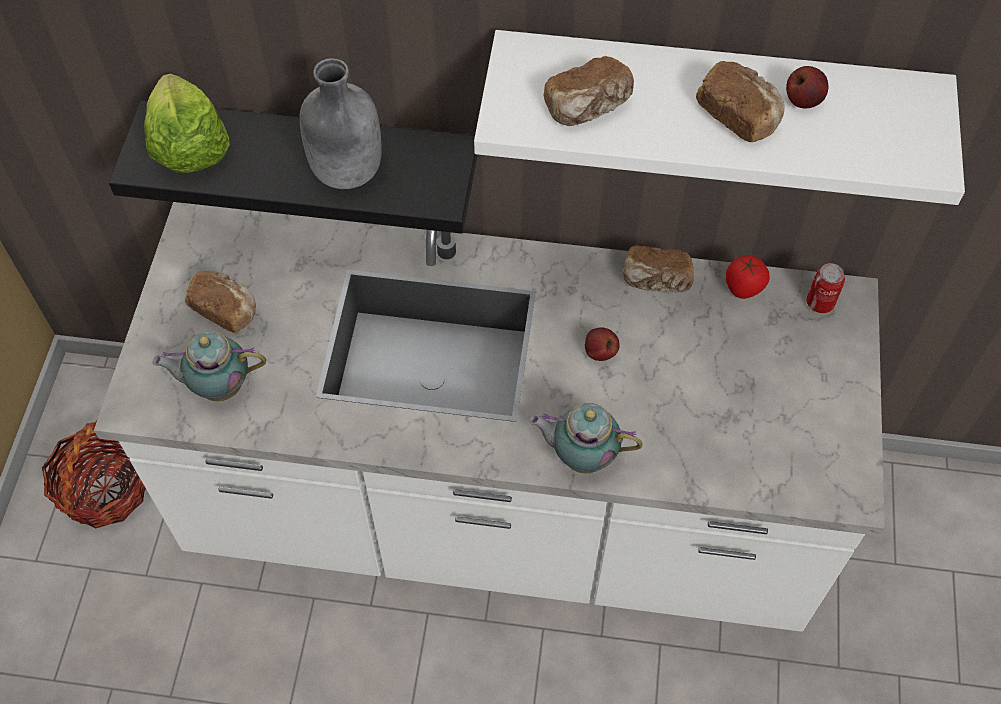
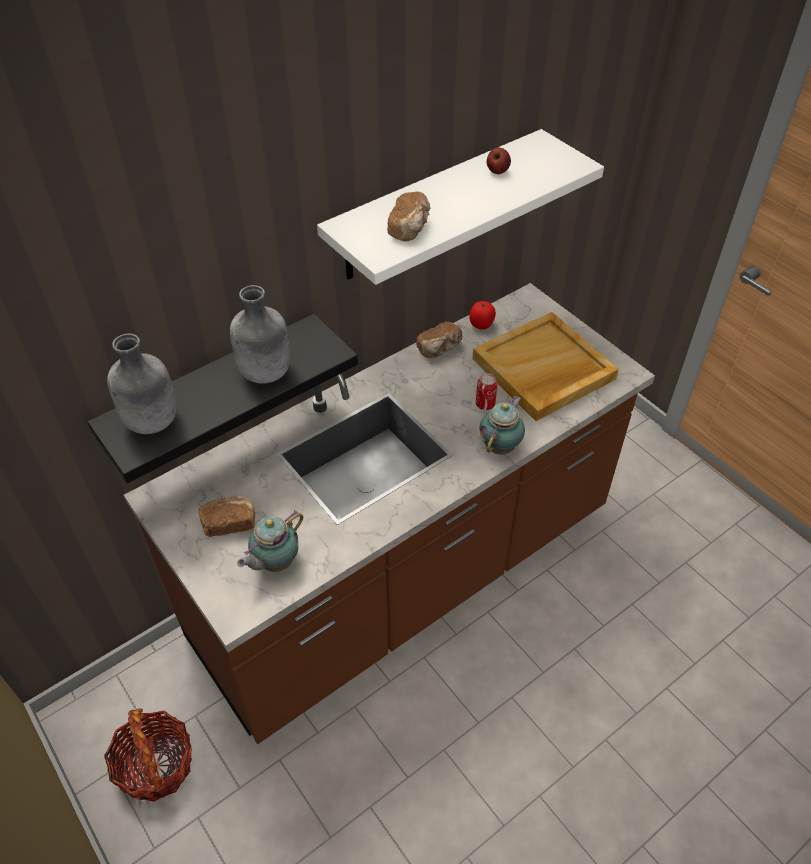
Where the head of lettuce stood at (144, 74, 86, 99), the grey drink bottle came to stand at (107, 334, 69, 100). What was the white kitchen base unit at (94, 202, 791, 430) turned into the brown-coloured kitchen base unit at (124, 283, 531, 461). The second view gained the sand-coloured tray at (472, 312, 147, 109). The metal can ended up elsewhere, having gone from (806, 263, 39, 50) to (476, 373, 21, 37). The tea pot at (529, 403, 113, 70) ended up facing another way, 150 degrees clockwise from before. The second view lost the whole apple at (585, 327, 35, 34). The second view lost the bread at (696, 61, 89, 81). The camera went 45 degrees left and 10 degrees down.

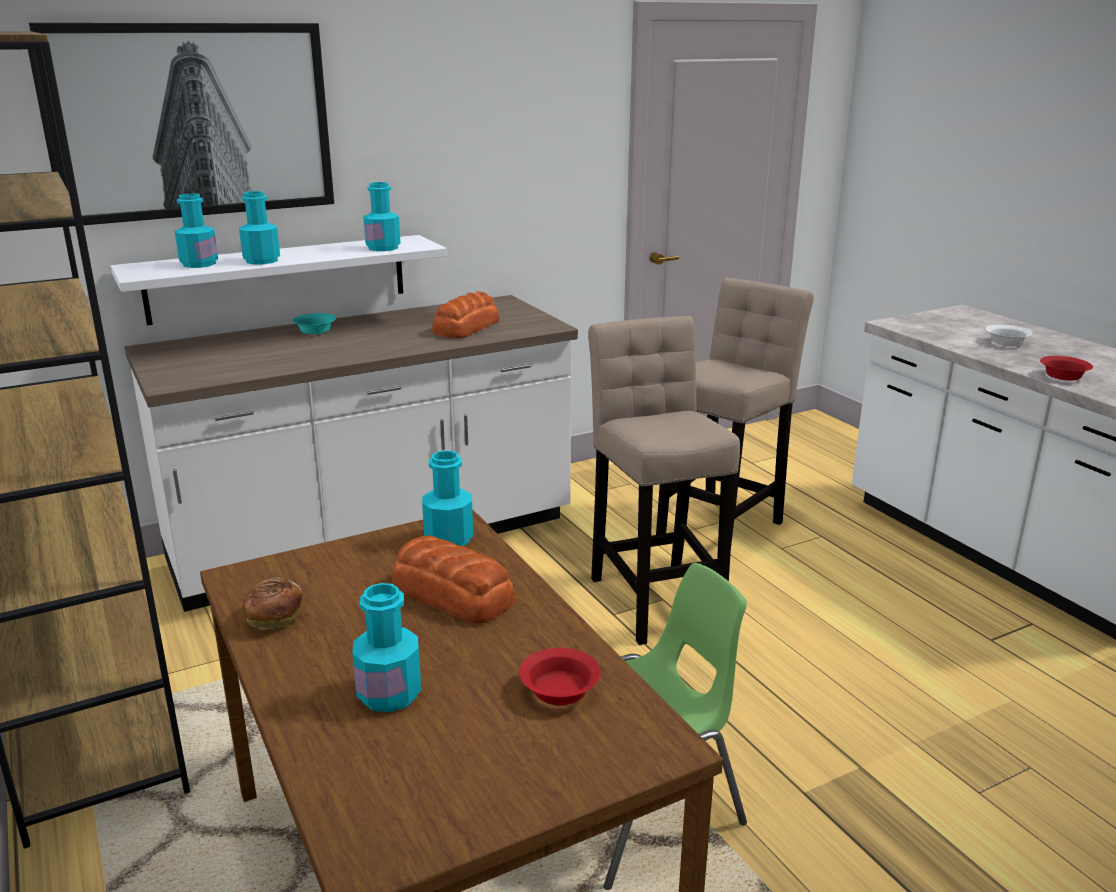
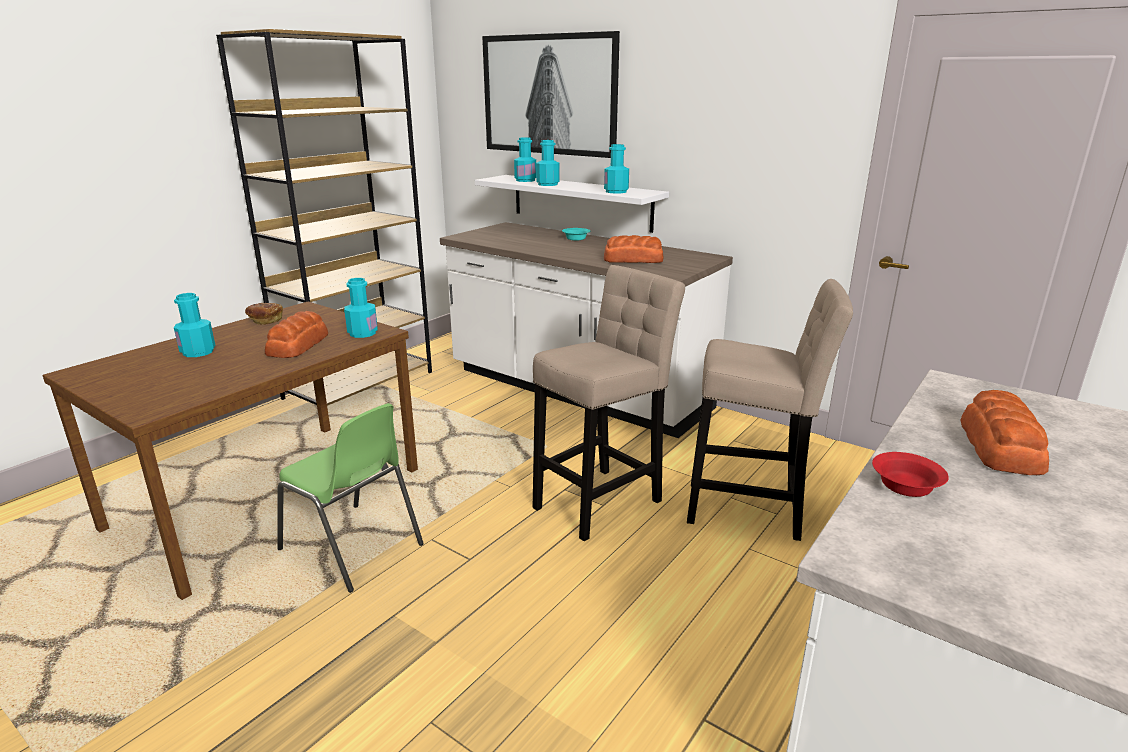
Where the white deep dish stood at (986, 325, 47, 21), the bread came to stand at (960, 390, 89, 85). The second view lost the red deep dish at (519, 648, 82, 57). The camera went 65 degrees right and 0 degrees up.

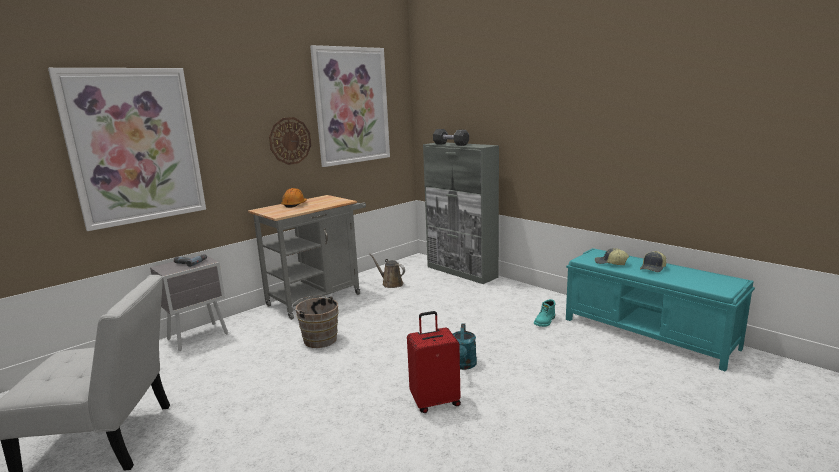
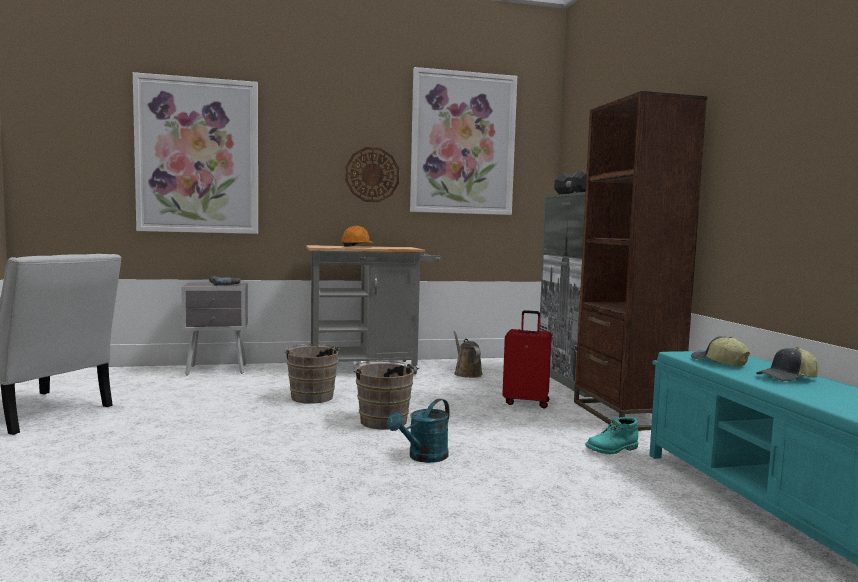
The second view gained the brown-coloured bucket at (353, 361, 61, 68). The red suitcase ended up elsewhere, having gone from (407, 311, 54, 102) to (502, 310, 50, 98). The second view gained the brown-coloured shelving unit at (574, 91, 133, 340). The camera went 30 degrees right and 10 degrees down.

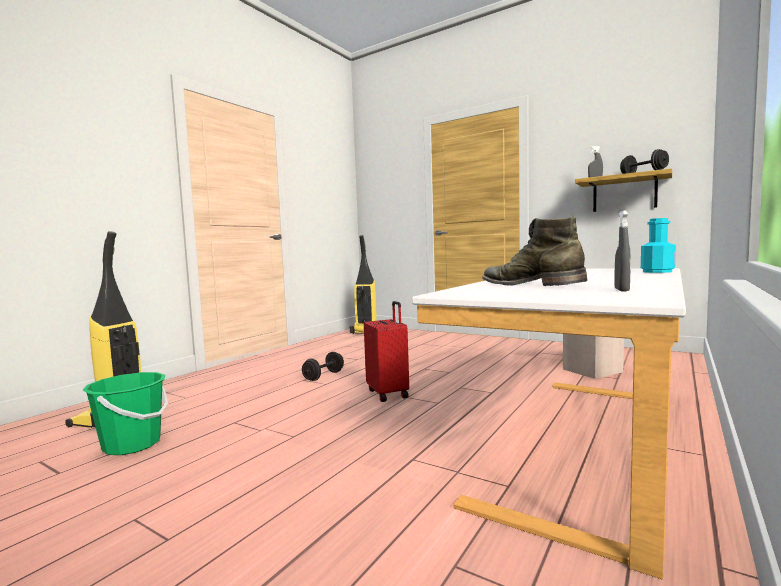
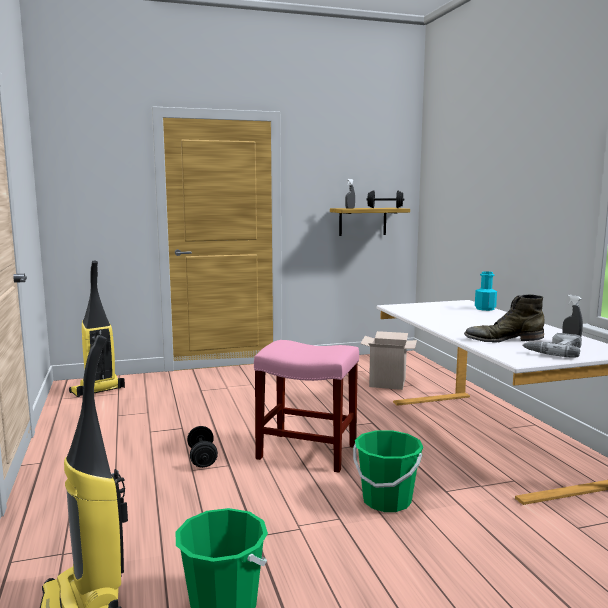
Where the red suitcase stood at (364, 301, 45, 101), the pink stool came to stand at (254, 340, 105, 133). The second view gained the greenish bucket at (353, 430, 71, 82). The second view gained the power drill at (523, 333, 59, 24). The camera went 50 degrees left and 5 degrees up.

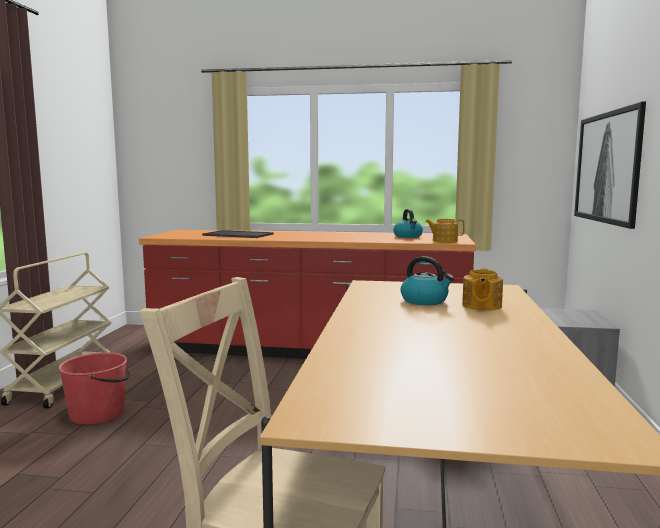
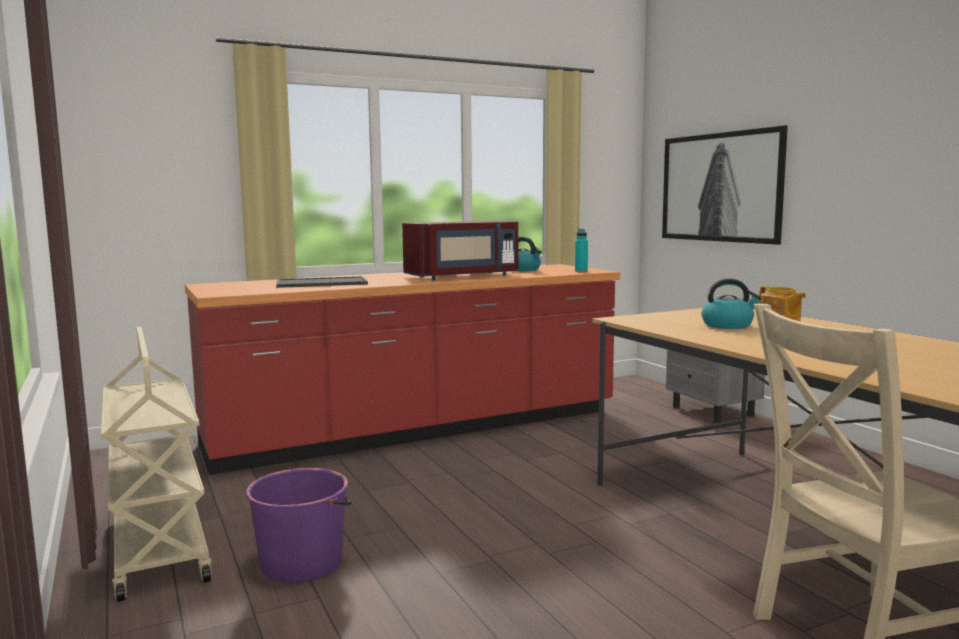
What was the red bucket at (58, 352, 72, 73) turned into the purple bucket at (246, 468, 106, 115). The second view gained the red kitchen microwave at (402, 221, 116, 59). Where the tea pot stood at (425, 219, 40, 24), the blue-green drink bottle came to stand at (575, 229, 13, 43). The camera went 35 degrees left and 0 degrees up.

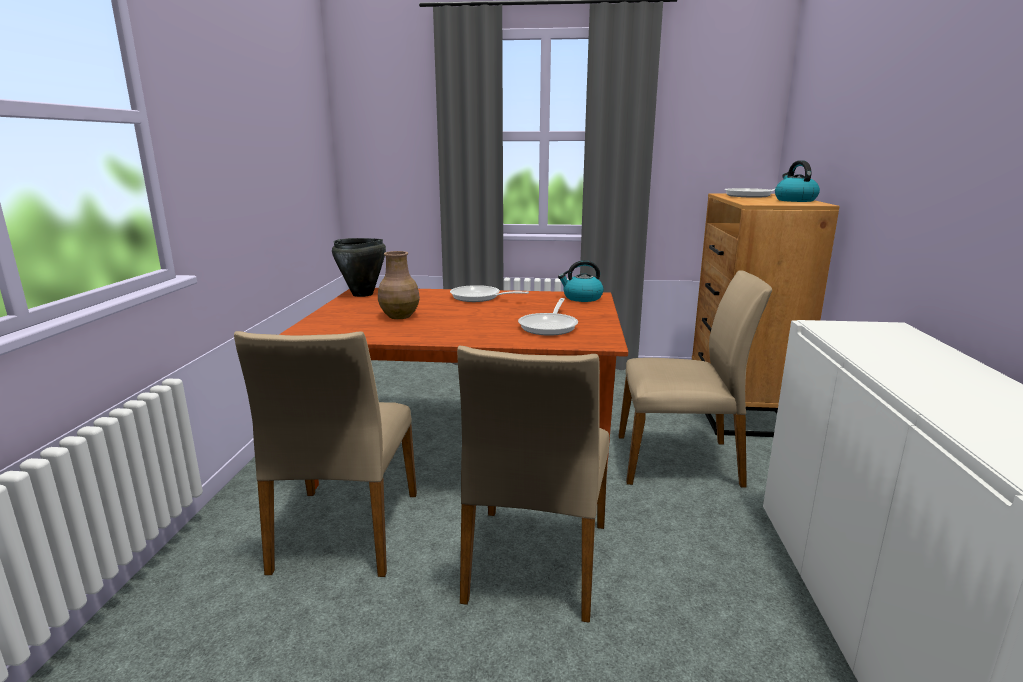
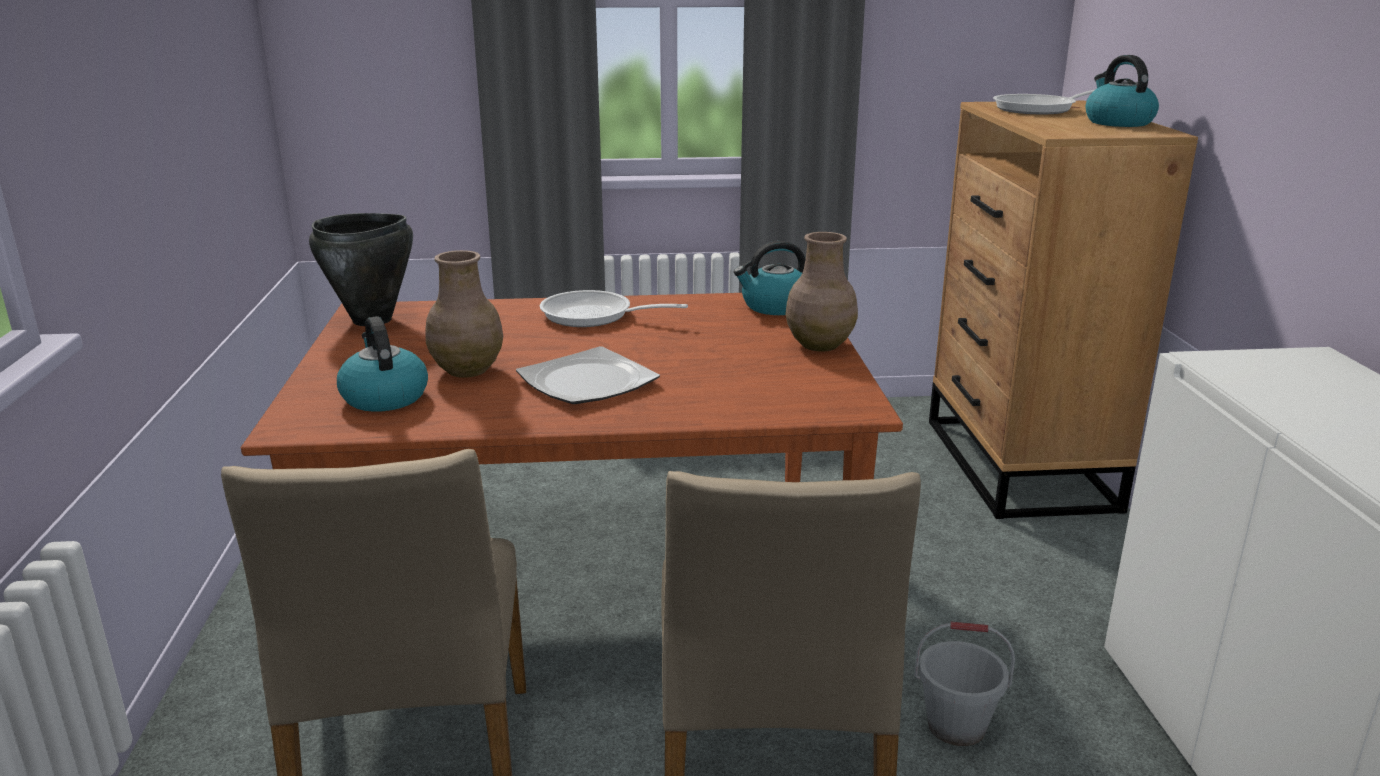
The second view gained the water kettle at (337, 316, 91, 96). The second view gained the dinner plate at (516, 346, 144, 58). The second view gained the brown-coloured decorative vase at (786, 232, 72, 119). The second view gained the grey bucket at (914, 622, 101, 124). The second view lost the skillet at (518, 298, 60, 38). The second view lost the sand-coloured plain chair at (619, 270, 153, 218). The camera went 10 degrees left and 5 degrees up.

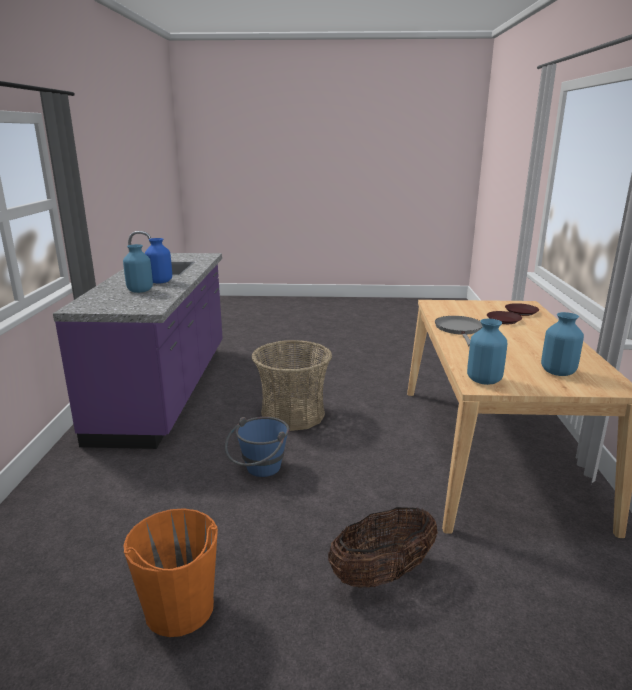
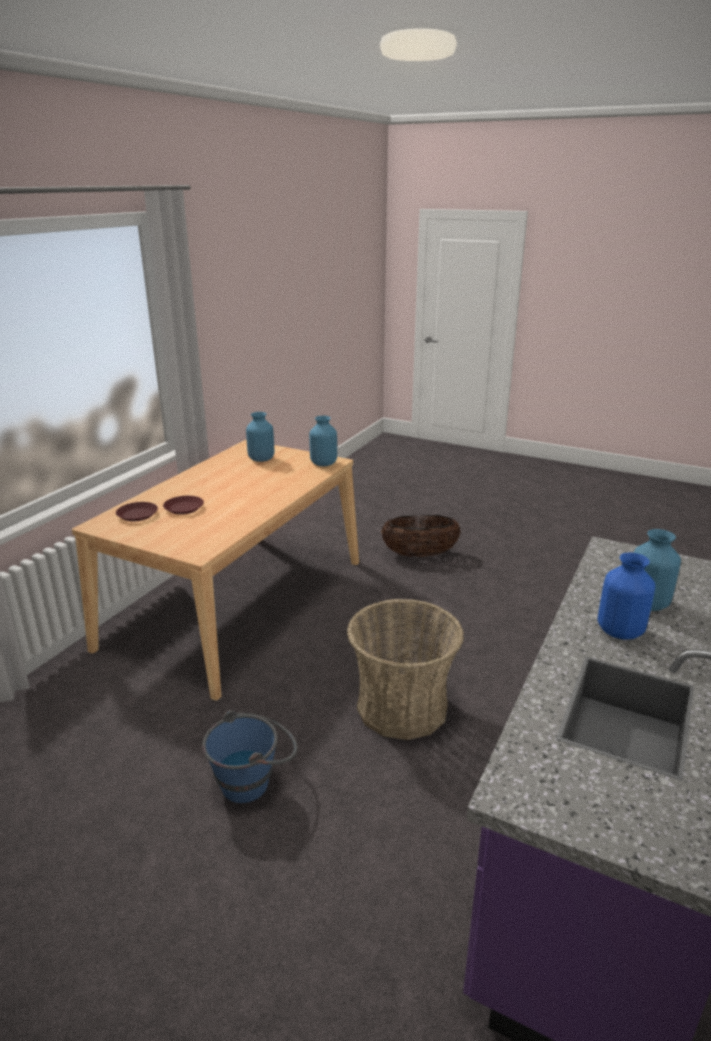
The blue bucket ended up elsewhere, having gone from (225, 417, 64, 60) to (202, 710, 96, 93). The second view lost the orangey bucket at (123, 508, 95, 129). The second view lost the grey skillet at (435, 316, 47, 30). The camera went 155 degrees left and 5 degrees up.

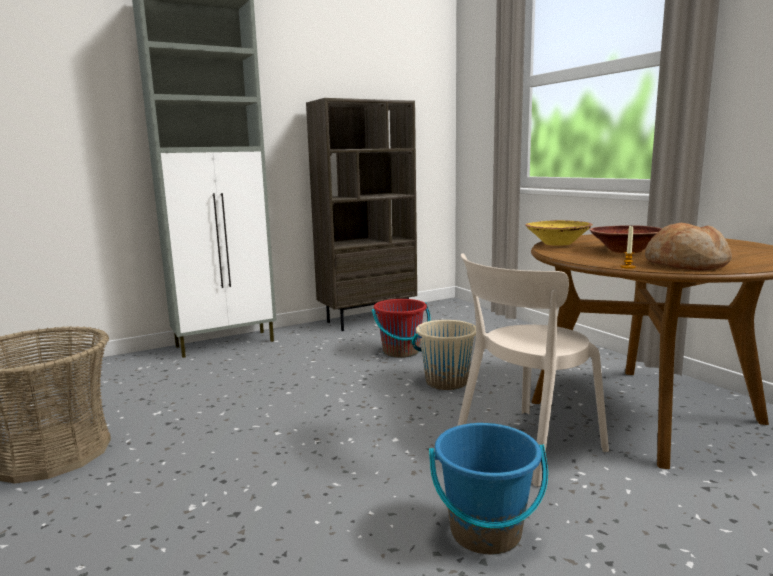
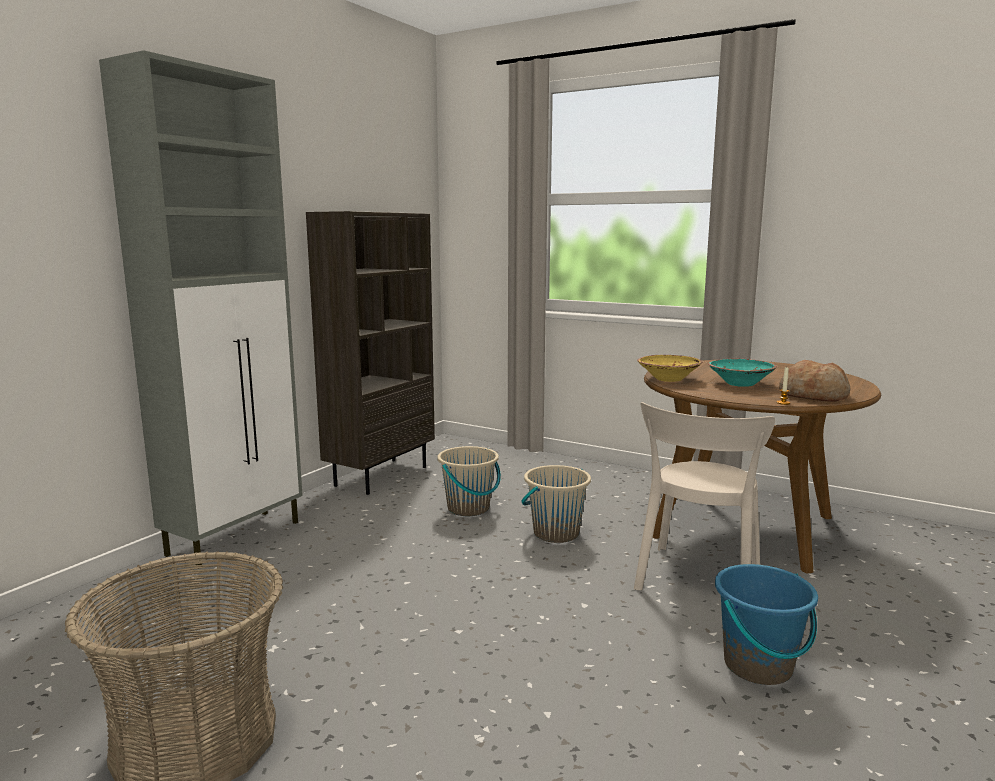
What was the red bucket at (372, 299, 58, 59) turned into the sand-coloured bucket at (437, 446, 64, 70). What was the brown-coloured deep dish at (589, 225, 74, 28) turned into the blue-green deep dish at (708, 359, 69, 28). The camera went 30 degrees left and 0 degrees up.

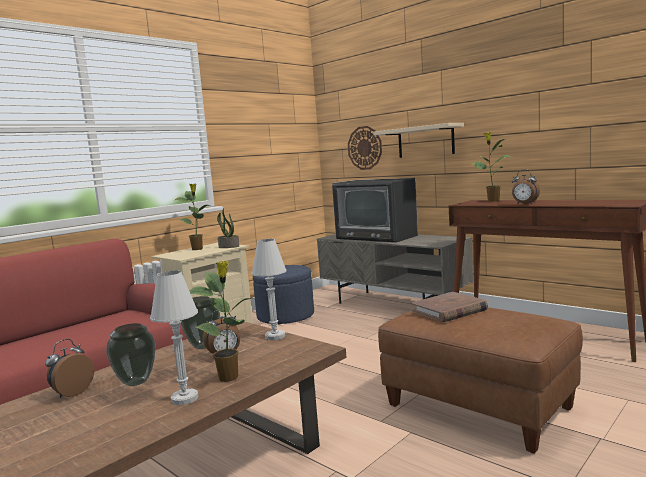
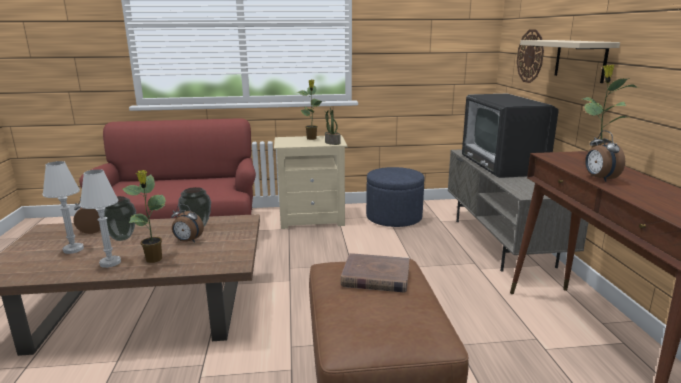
The white tabletop lamp ended up elsewhere, having gone from (252, 239, 34, 101) to (42, 161, 42, 93). The camera went 40 degrees right and 10 degrees up.

